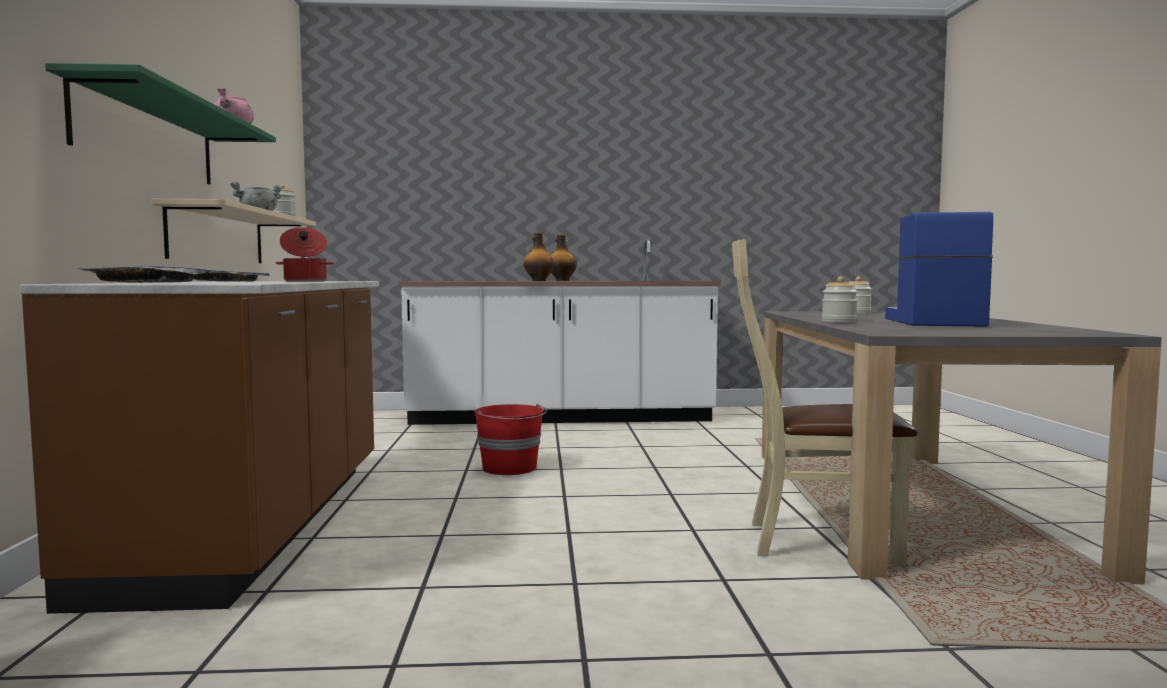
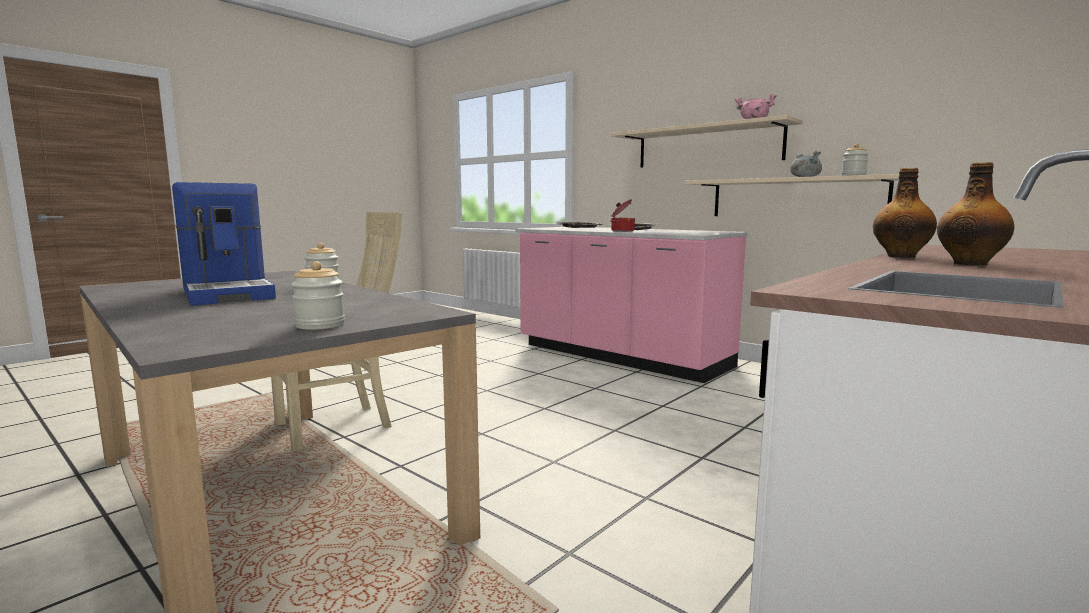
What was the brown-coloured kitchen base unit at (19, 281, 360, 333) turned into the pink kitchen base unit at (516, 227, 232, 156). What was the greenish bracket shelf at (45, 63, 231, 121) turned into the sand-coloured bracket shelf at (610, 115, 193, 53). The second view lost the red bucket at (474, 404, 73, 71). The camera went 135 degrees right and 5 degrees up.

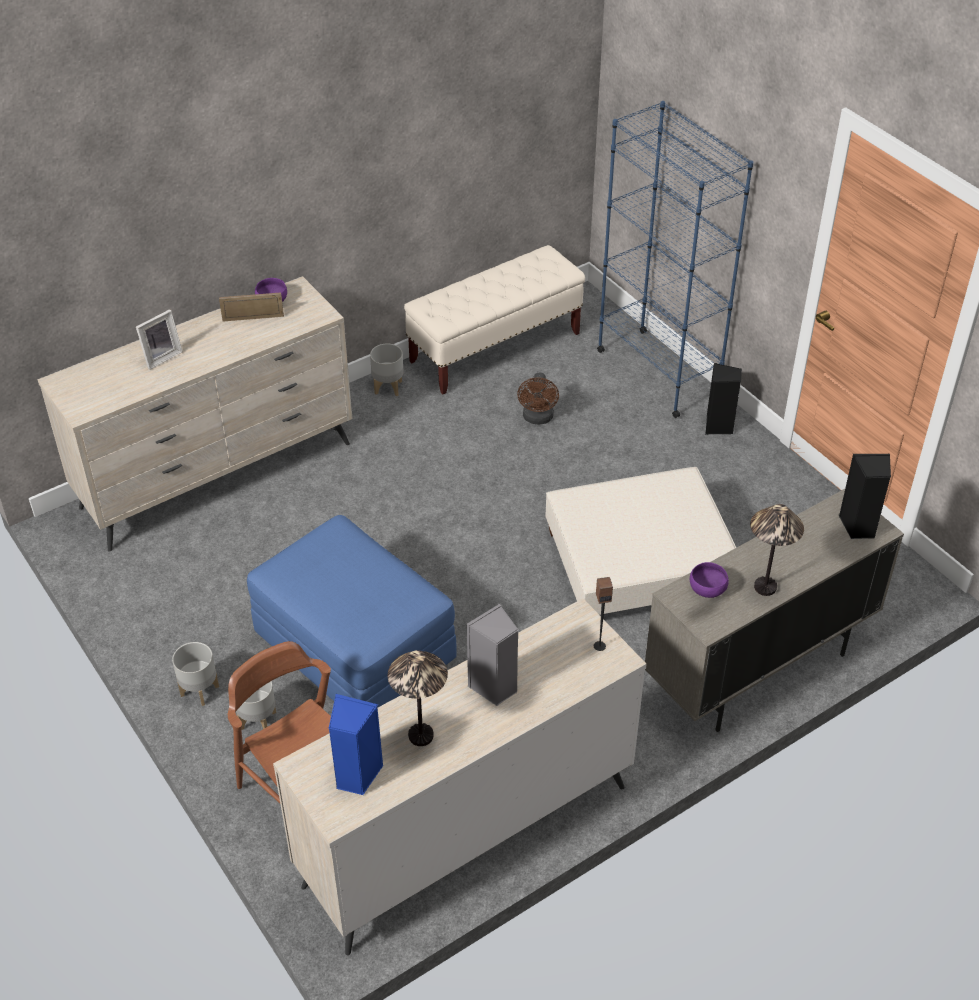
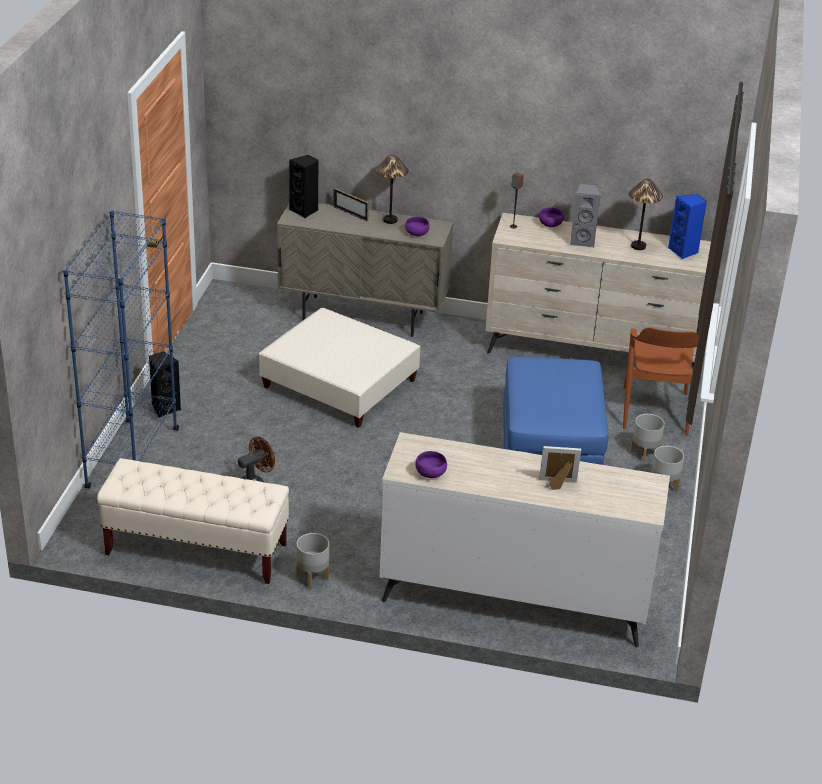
The standing frame ended up elsewhere, having gone from (219, 292, 65, 29) to (333, 188, 36, 34). The second view gained the purple deep dish at (539, 207, 25, 20). The camera went 135 degrees left and 10 degrees down.

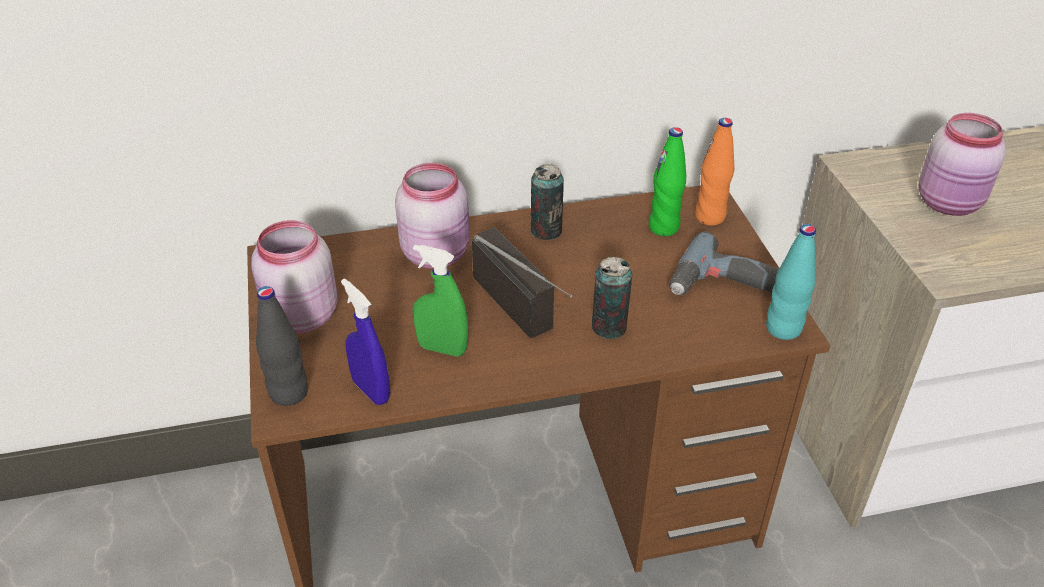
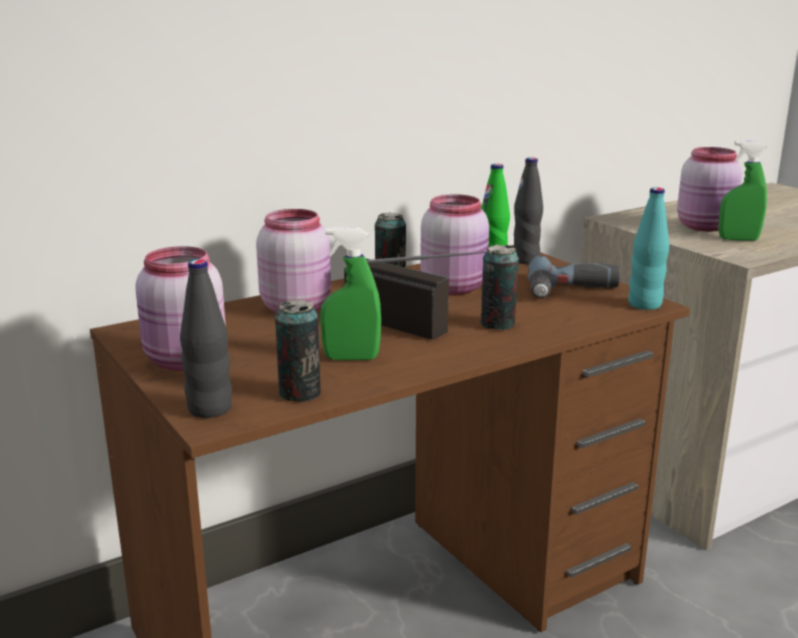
Where the blue hand sprayer stood at (341, 279, 49, 126), the metal can came to stand at (275, 299, 46, 103). The second view gained the pink jar at (420, 194, 69, 101). What was the orangey drink bottle at (695, 118, 39, 107) turned into the blackish drink bottle at (513, 157, 30, 107). The second view gained the greenish hand sprayer at (718, 140, 49, 101). The camera went 20 degrees left and 20 degrees down.

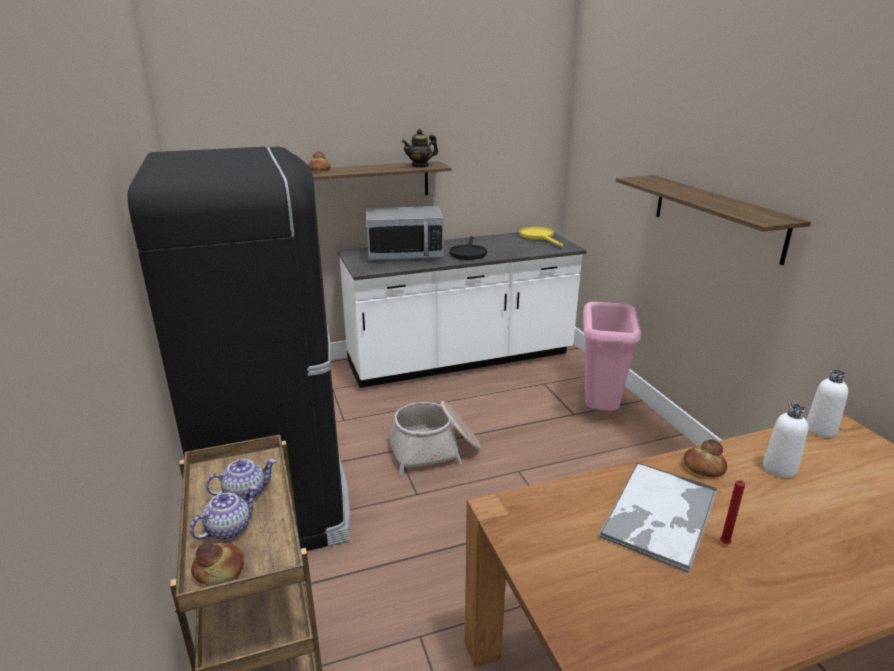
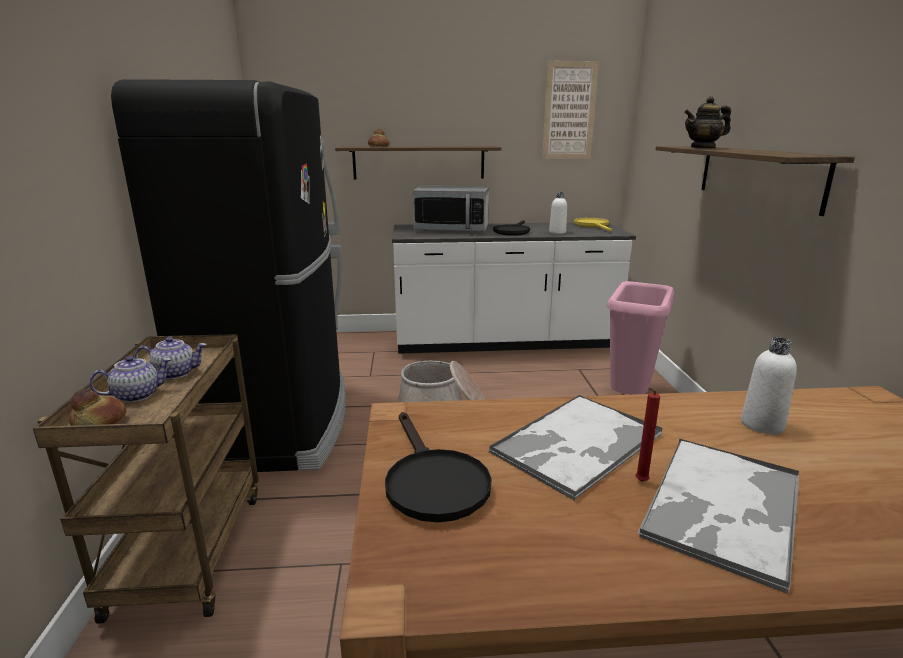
The second view gained the blackish skillet at (385, 412, 106, 110). The second view gained the wall picture at (542, 61, 57, 98). The white drink bottle ended up elsewhere, having gone from (806, 370, 42, 68) to (549, 192, 18, 42). The second view gained the tray at (637, 439, 162, 155). The tea pot ended up elsewhere, having gone from (402, 129, 36, 39) to (684, 96, 47, 53). The second view lost the bread at (683, 440, 44, 37). The camera went 15 degrees right and 5 degrees down.

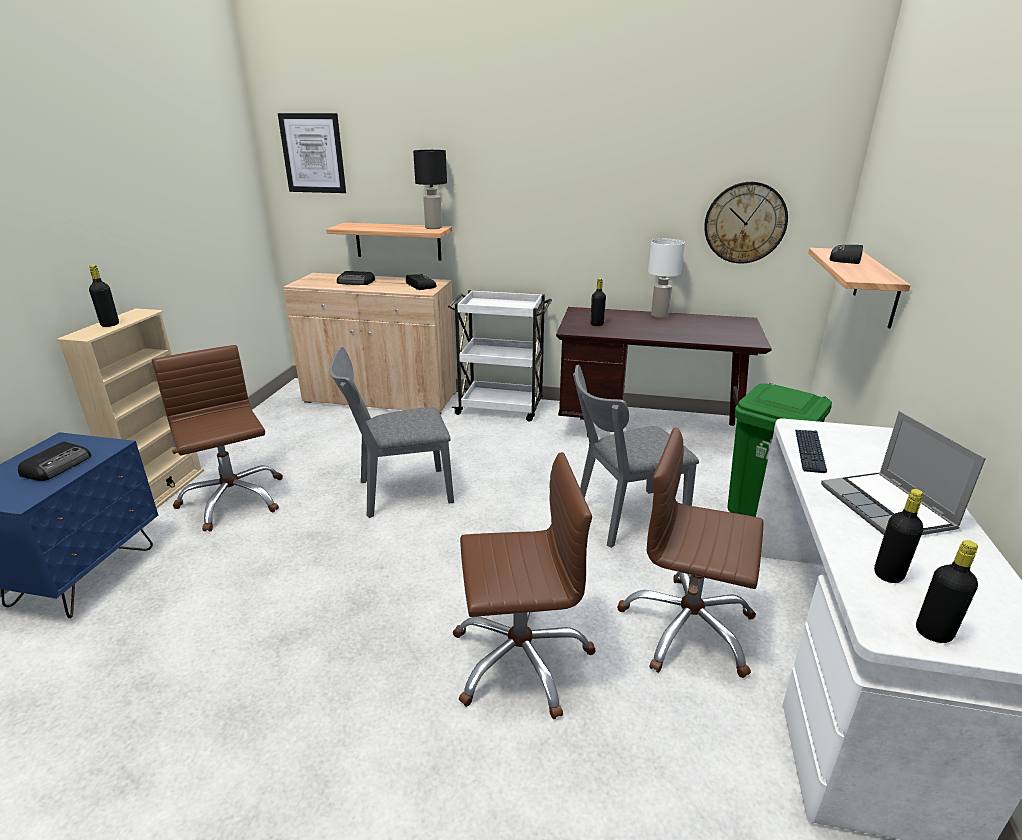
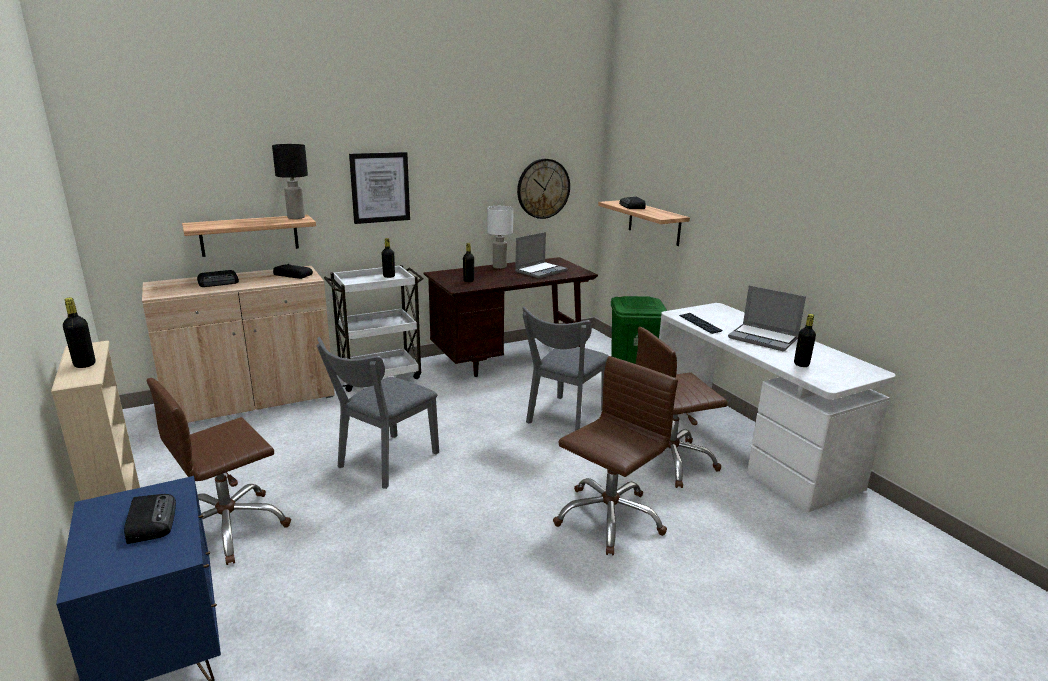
The brown-coloured office chair at (152, 345, 131, 186) ended up facing another way, 60 degrees counterclockwise from before. The wall picture ended up elsewhere, having gone from (278, 113, 68, 80) to (349, 152, 61, 72). The blackish drink bottle ended up elsewhere, having gone from (916, 540, 62, 103) to (381, 238, 14, 40). The second view gained the notebook computer at (515, 232, 53, 46). The camera went 40 degrees left and 5 degrees down.

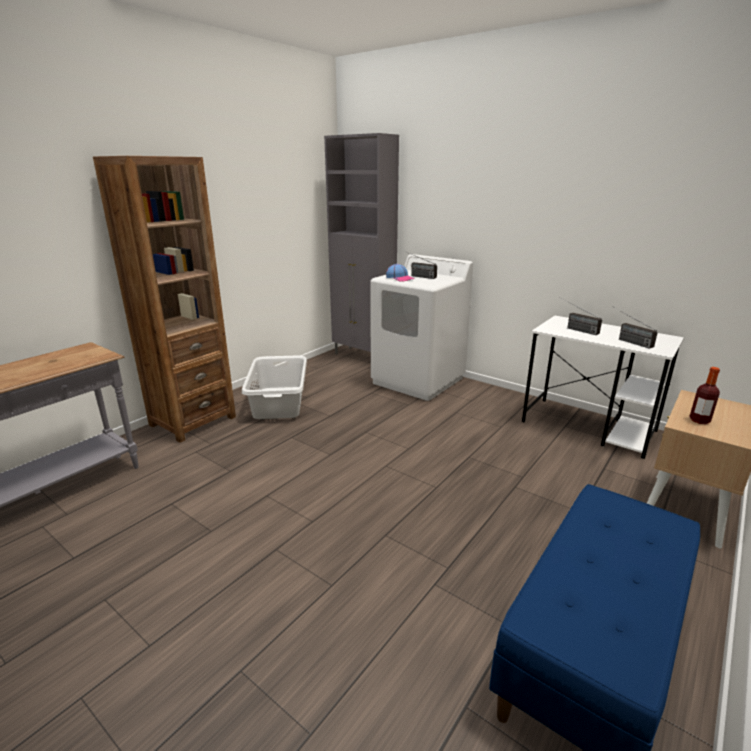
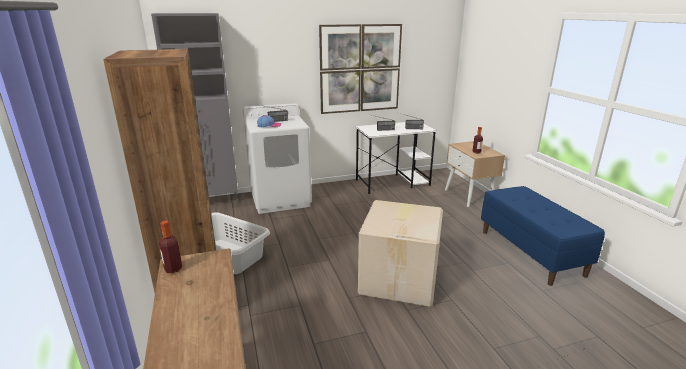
The second view gained the drink bottle at (159, 221, 23, 52). The second view gained the wall picture at (319, 24, 83, 90). The second view gained the packing box at (358, 200, 85, 107). The camera went 55 degrees left and 0 degrees up.

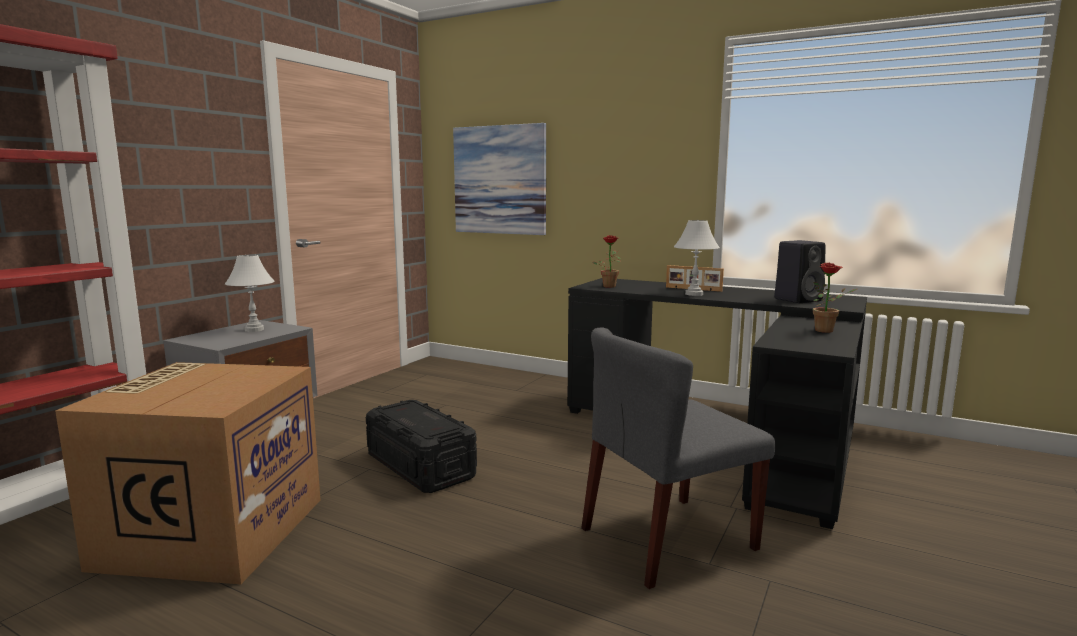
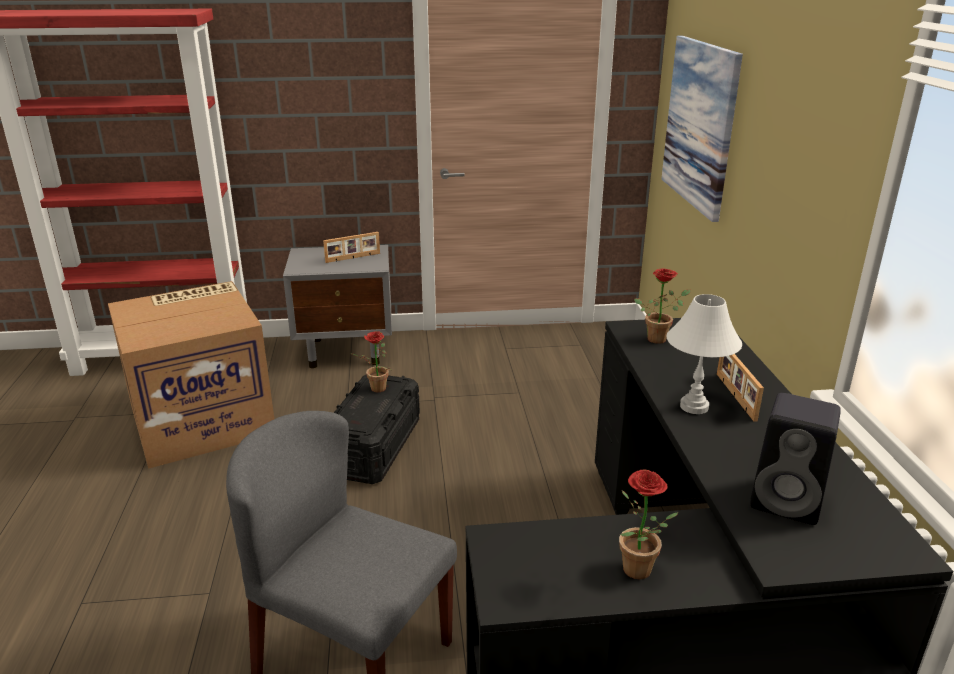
Where the white tabletop lamp stood at (225, 255, 50, 77), the standing frame came to stand at (323, 232, 57, 31). The second view gained the potted plant at (350, 331, 41, 61). The camera went 55 degrees right and 15 degrees up.

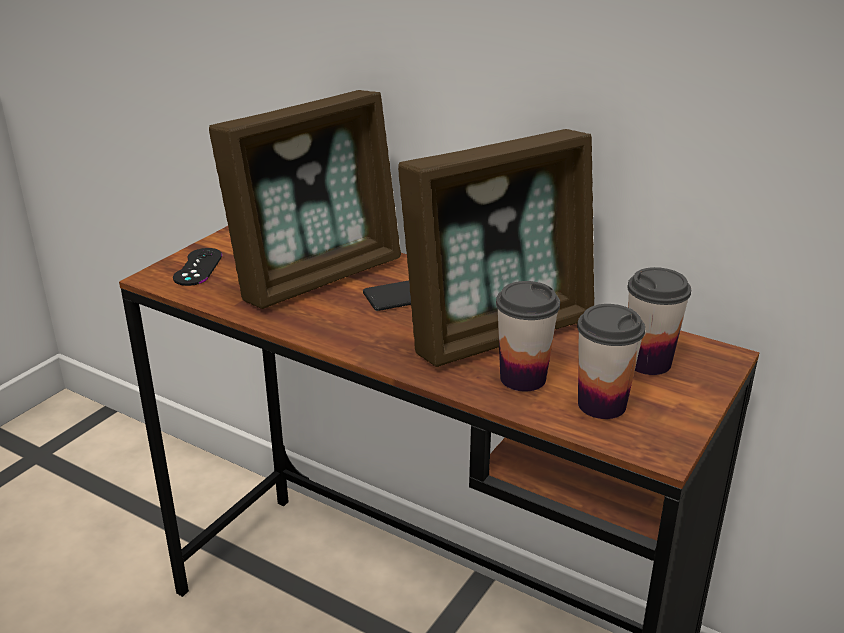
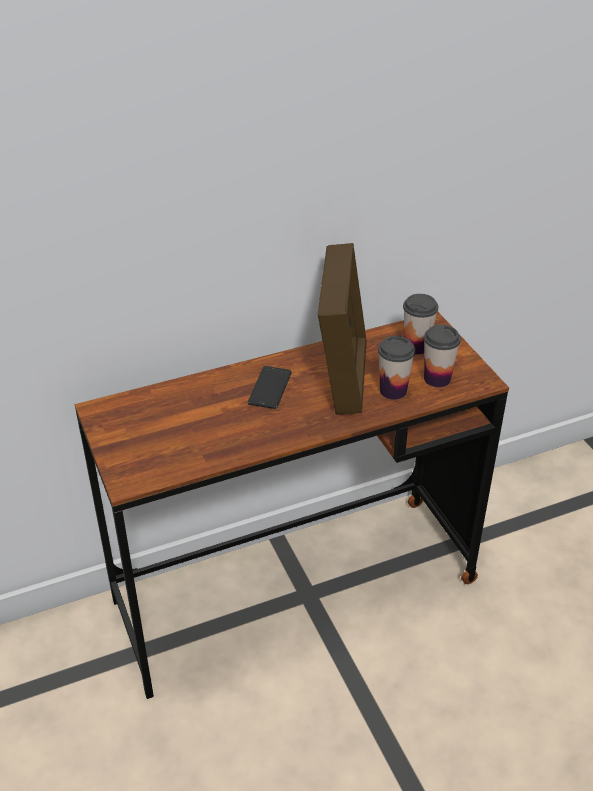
The second view lost the blackish game controller at (173, 248, 49, 38). The second view lost the standing frame at (209, 90, 192, 219). The camera went 55 degrees left and 10 degrees up.

